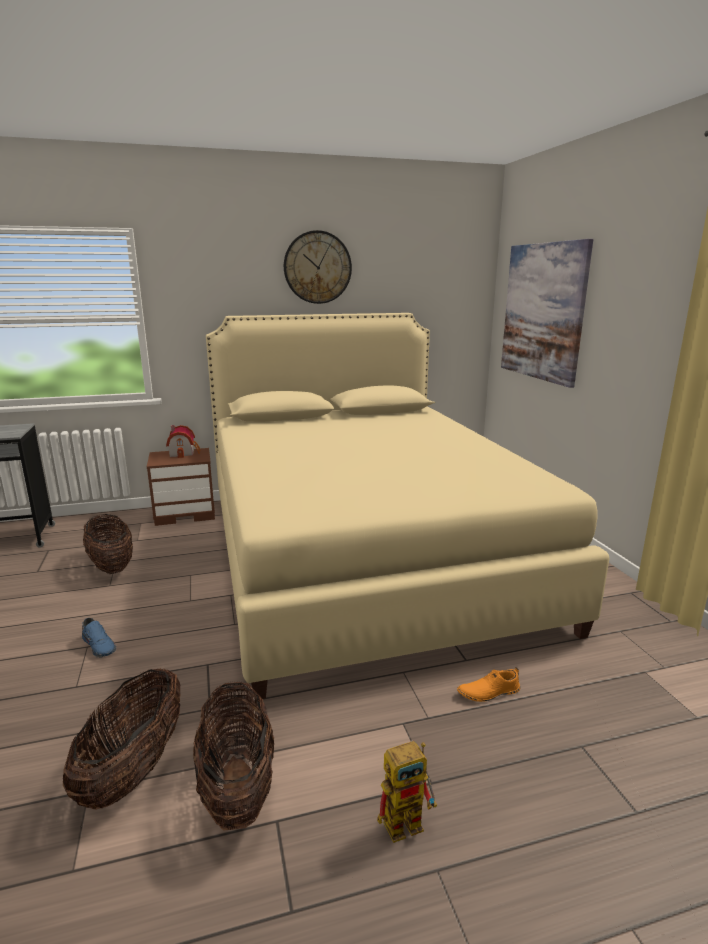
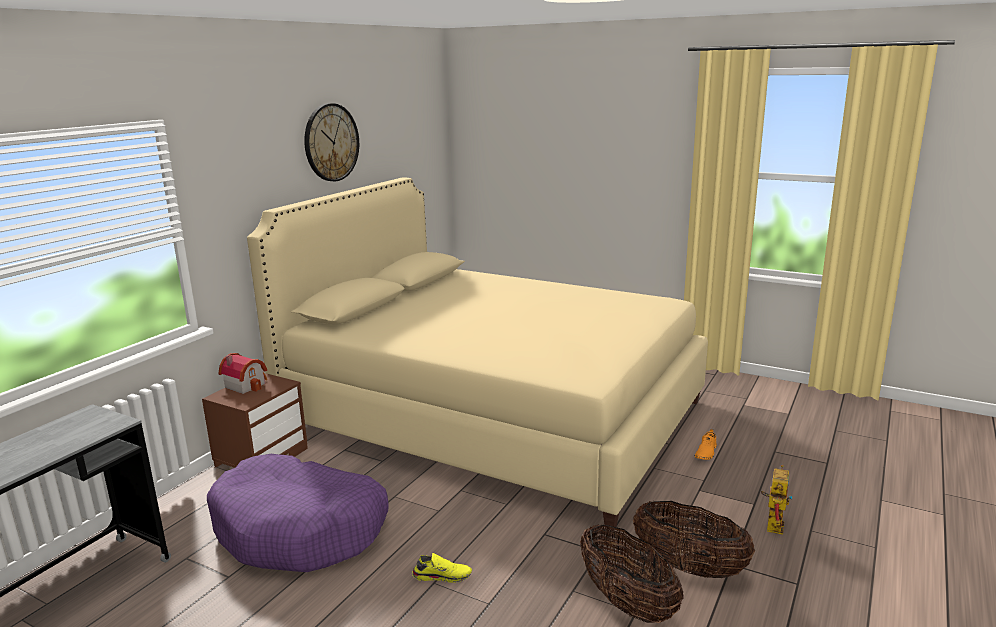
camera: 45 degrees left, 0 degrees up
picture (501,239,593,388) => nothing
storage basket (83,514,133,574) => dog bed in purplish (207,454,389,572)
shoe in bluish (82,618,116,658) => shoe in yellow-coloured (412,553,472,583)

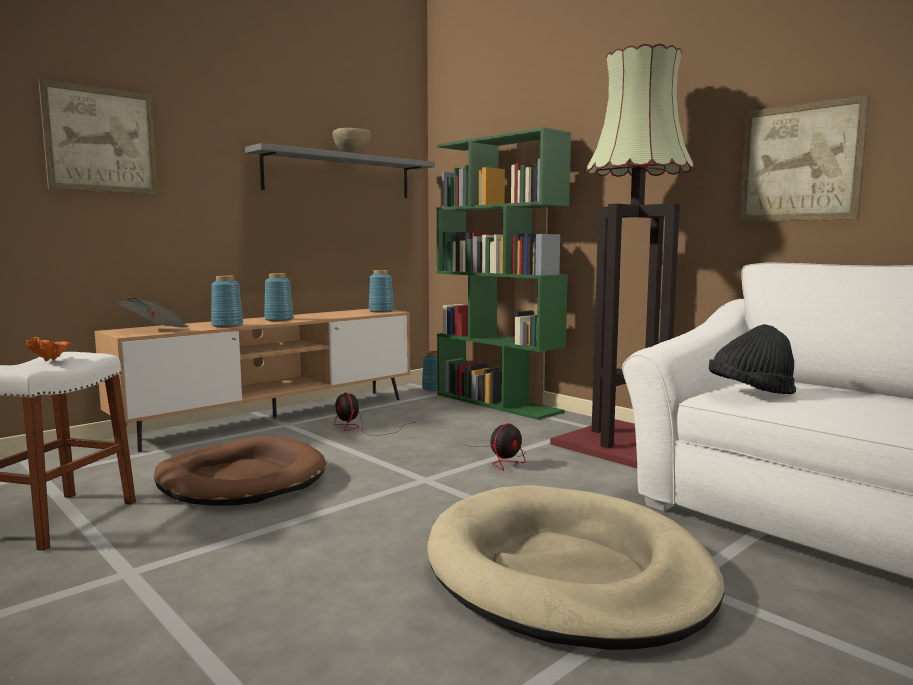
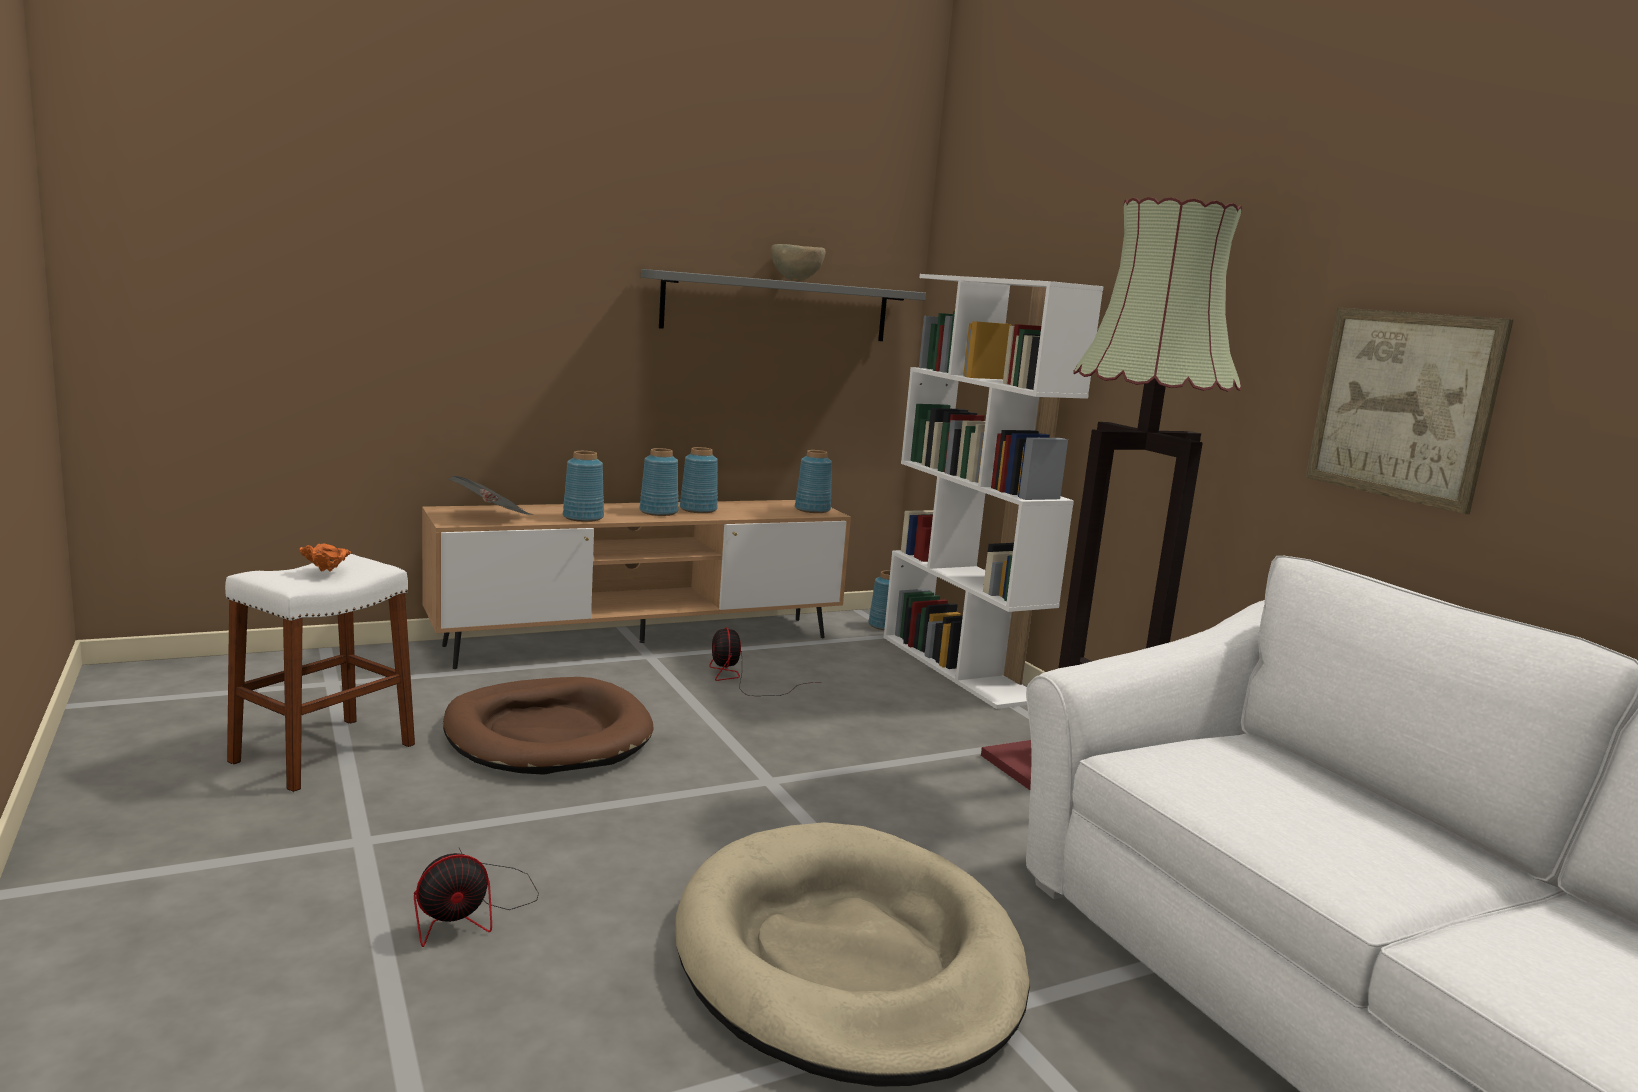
camera: 15 degrees right, 5 degrees up
picture (38,79,158,195) => nothing
clothing hat in black-coloured (709,324,796,394) => nothing
nothing => decorative vase in bluish (680,447,718,513)
fan (463,423,526,471) => fan (414,848,539,947), shifted
shelving unit in green (436,127,571,420) => shelving unit in white (884,274,1104,709)

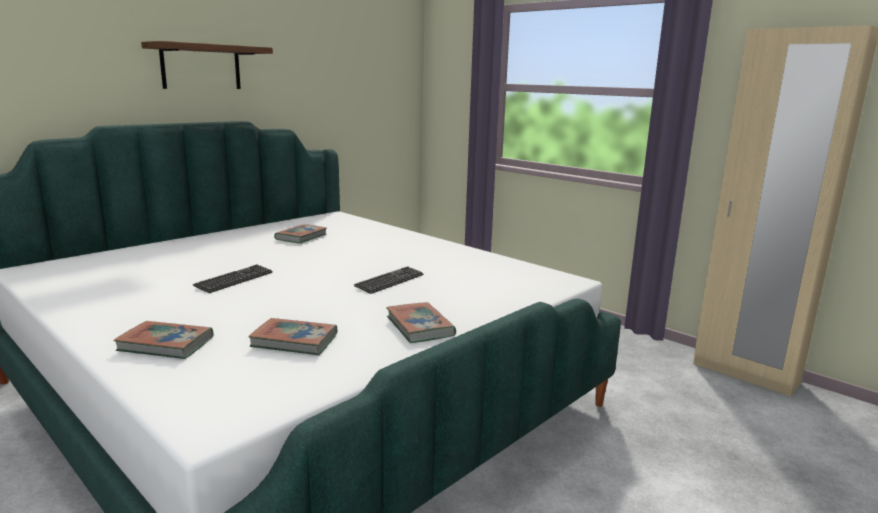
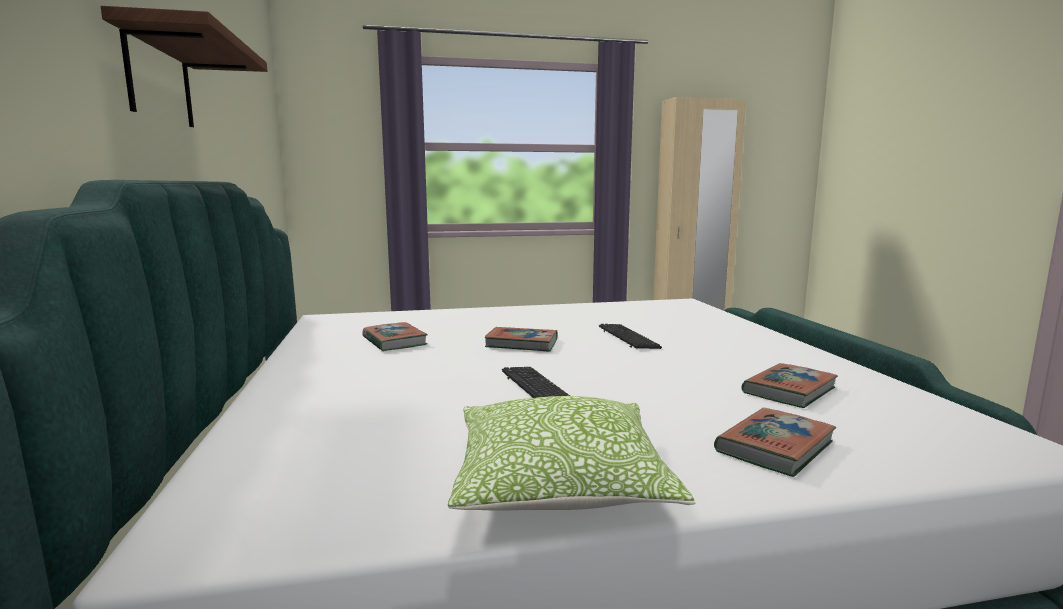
camera: 55 degrees left, 5 degrees down
nothing => throw pillow (448,396,695,511)
volume (386,302,456,343) => volume (485,327,557,352), shifted

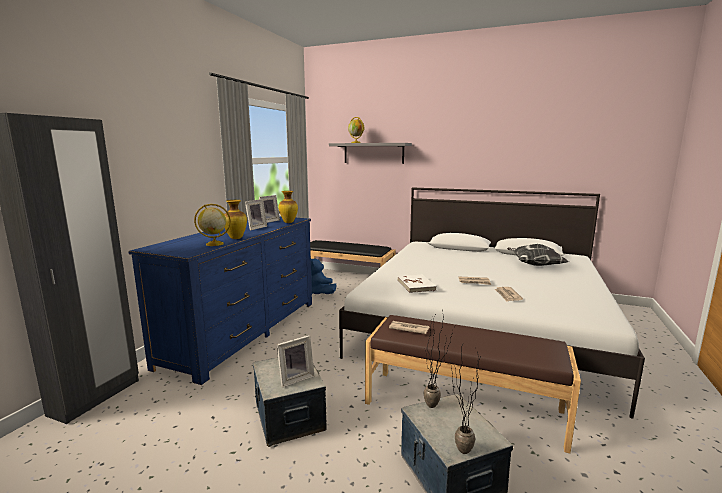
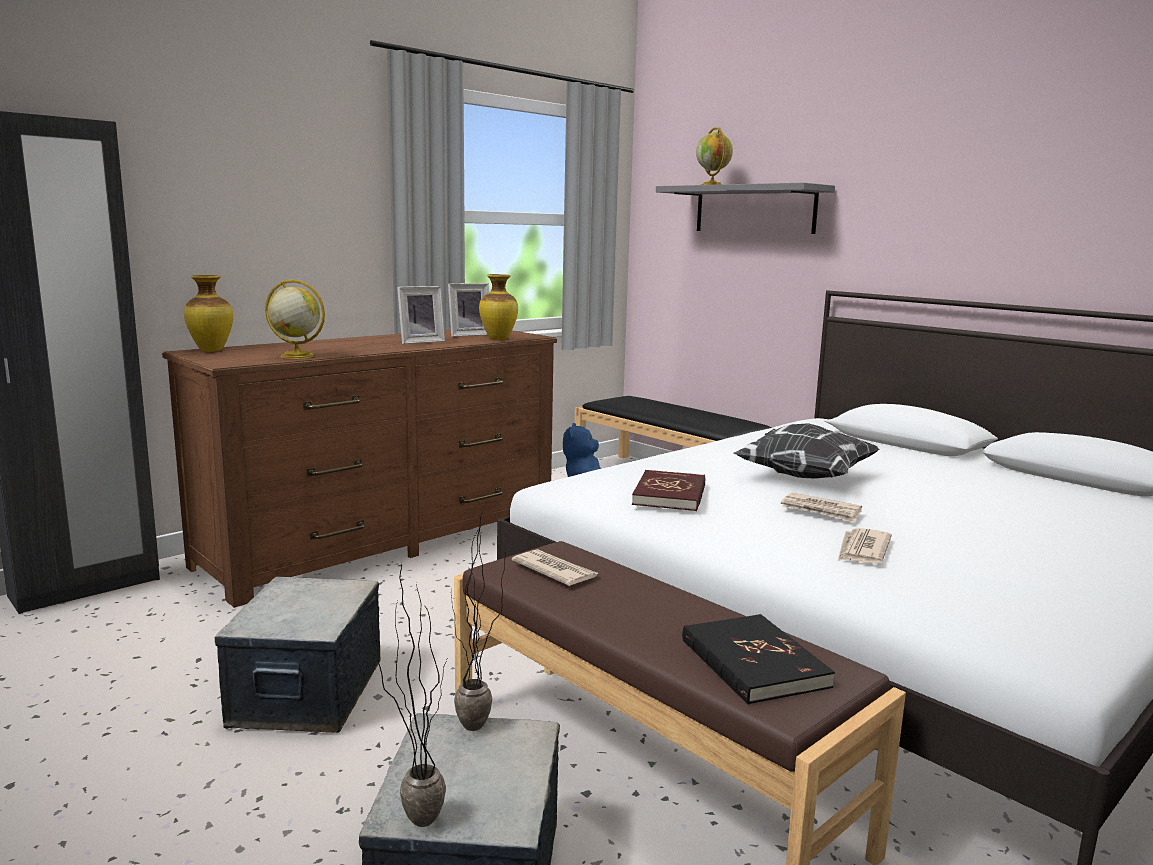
camera: 25 degrees right, 0 degrees up
picture frame (277,335,314,388) => nothing
nothing => volume in black-coloured (682,614,835,705)
decorative vase (224,200,247,239) => decorative vase (184,275,233,352), shifted
throw pillow (507,244,569,266) => throw pillow (733,423,880,479), shifted
dresser in bluish (128,216,312,385) => dresser in brown-coloured (162,330,557,608)
volume in white (397,275,437,293) => volume in red-coloured (632,470,705,511)

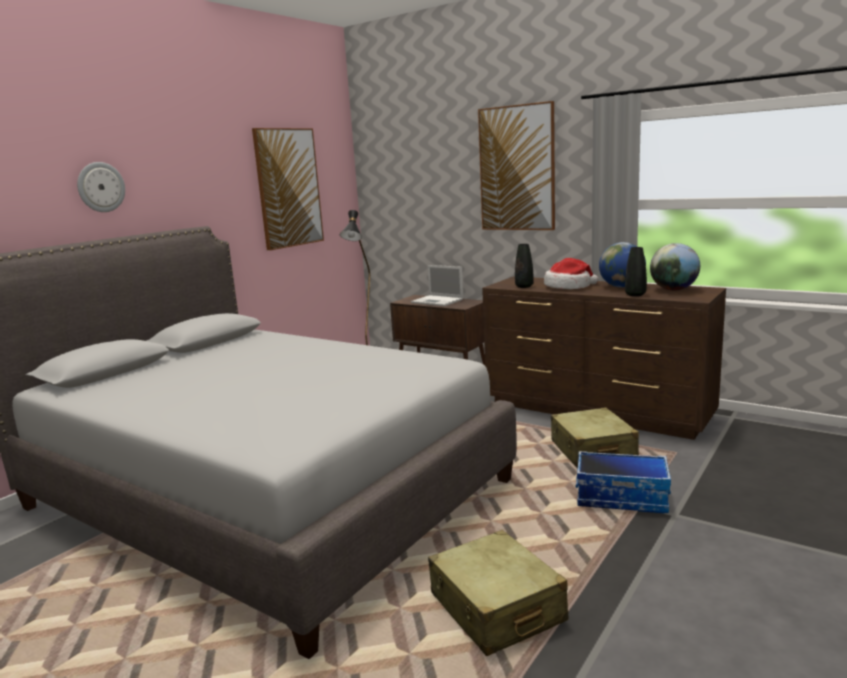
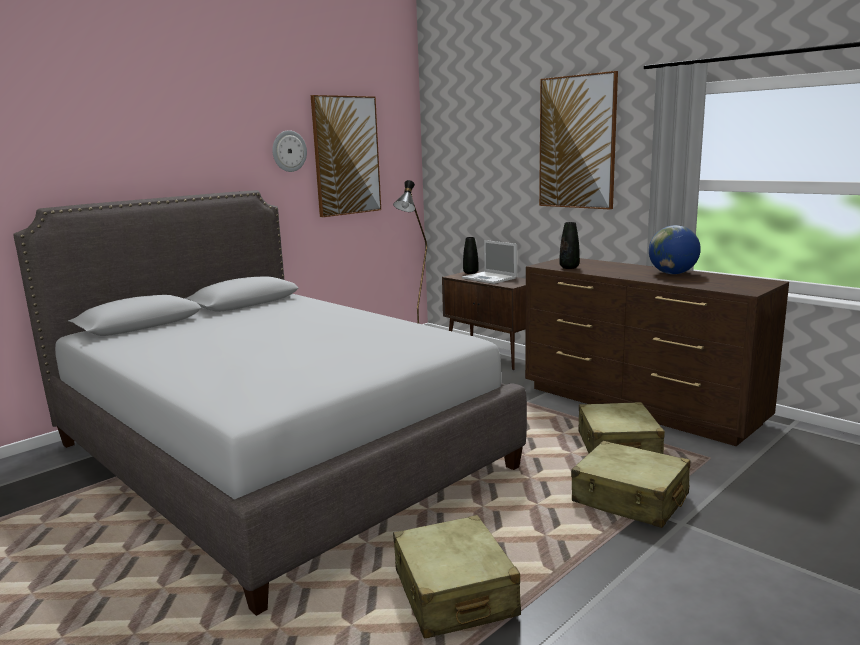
camera: 10 degrees right, 0 degrees up
clothing hat (544,258,598,289) => nothing
world globe (650,243,700,290) => nothing
clock on the wall (77,162,125,212) => clock on the wall (272,130,307,172), shifted
decorative vase in black-coloured (625,247,647,296) => decorative vase in black-coloured (463,237,479,274), shifted
storage bin (575,451,671,513) => travel case in beige-coloured (571,441,690,528)

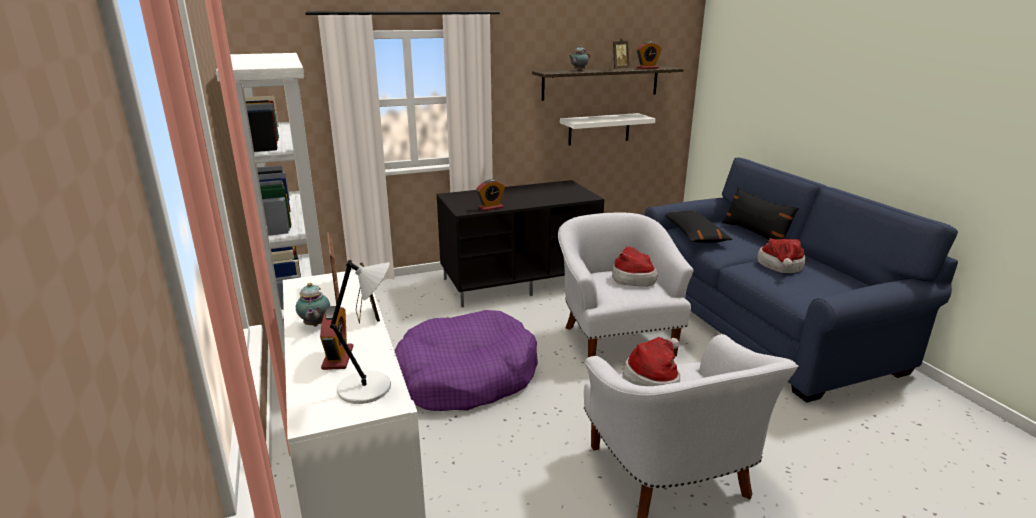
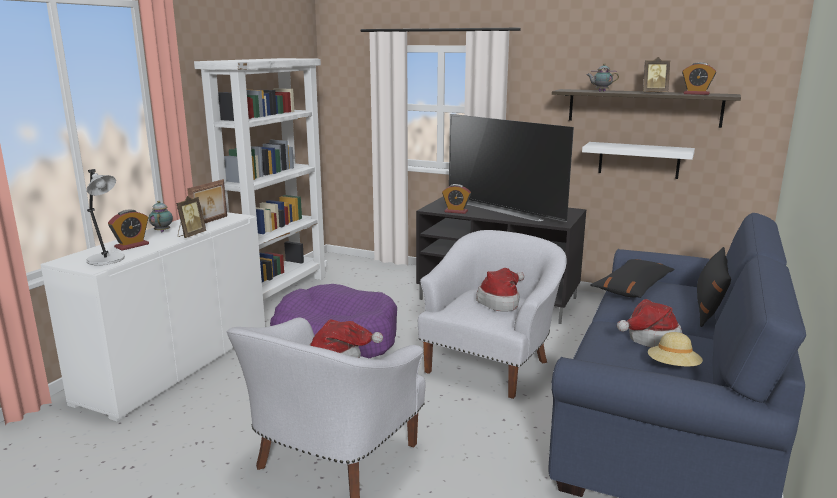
camera: 45 degrees right, 5 degrees down
nothing => TV set (449,114,574,222)
nothing => clothing hat in beige-coloured (648,332,703,366)
tea pot (296,283,330,327) => tea pot (149,201,173,232), 135 degrees clockwise

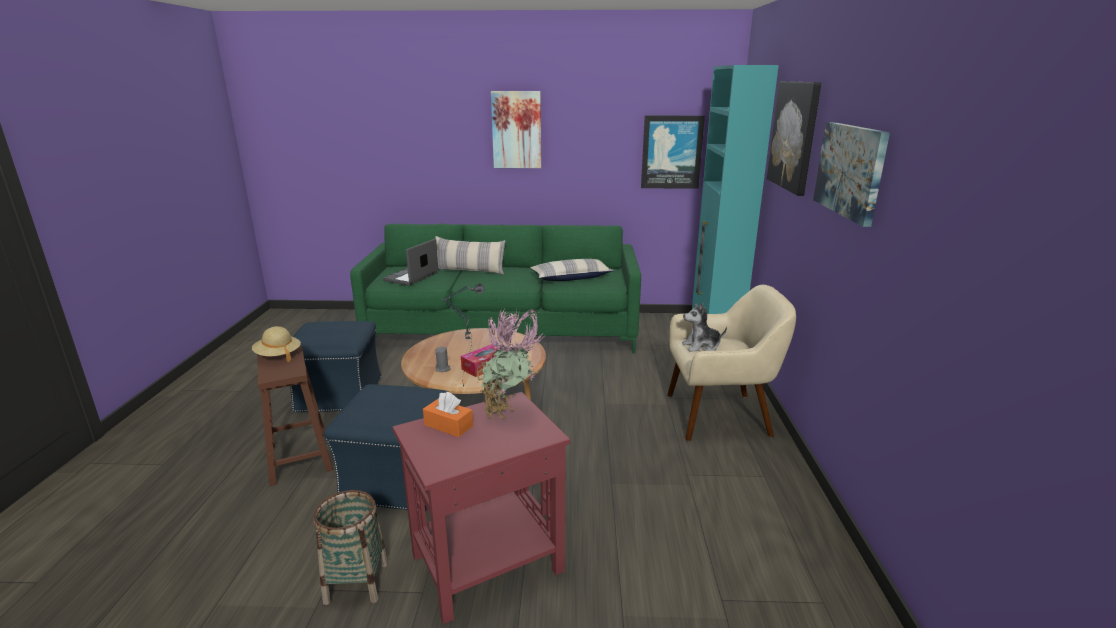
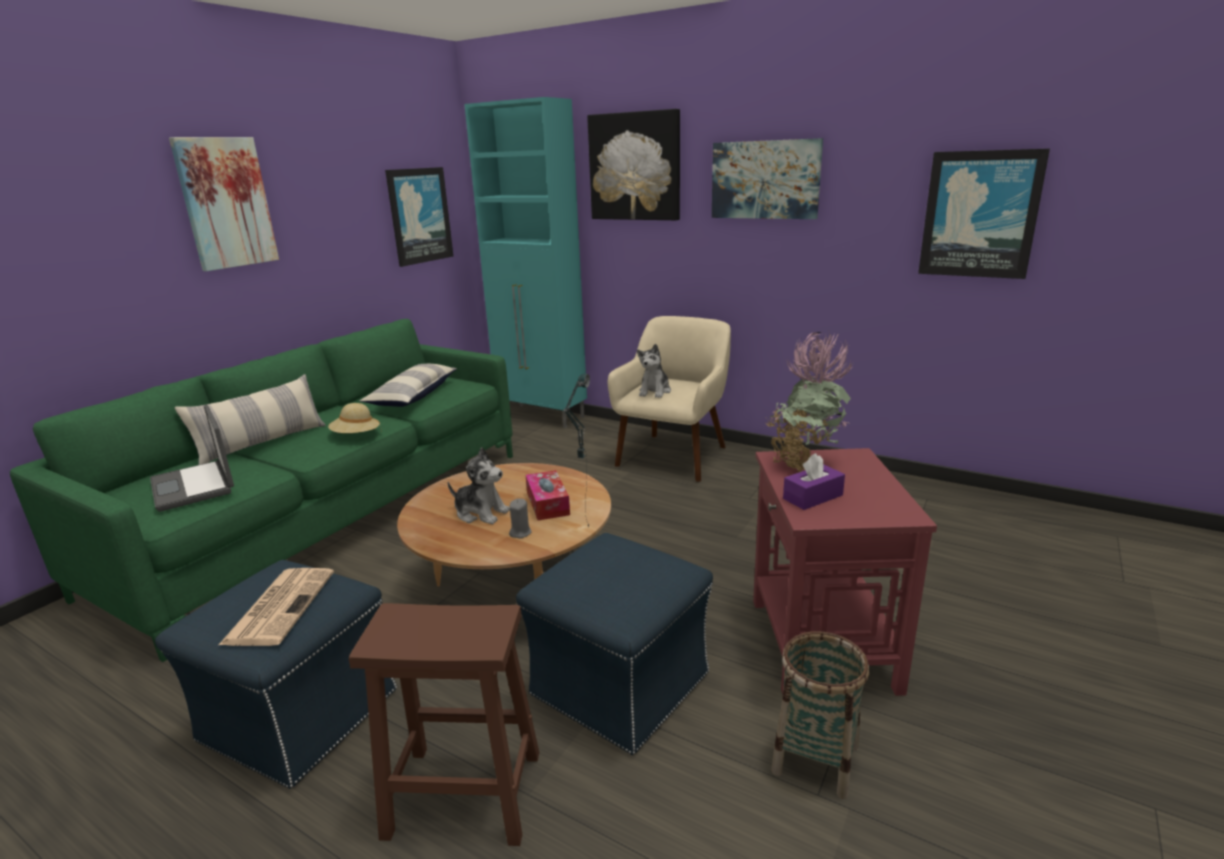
camera: 60 degrees left, 0 degrees up
nothing => newspaper (219,568,334,646)
nothing => plush toy (448,447,510,524)
nothing => picture (918,149,1050,279)
clothing hat in beige-coloured (252,326,301,362) => clothing hat in beige-coloured (328,403,382,433), shifted
tissue holder in orangey (423,392,473,437) => tissue holder in purplish (783,453,845,510)

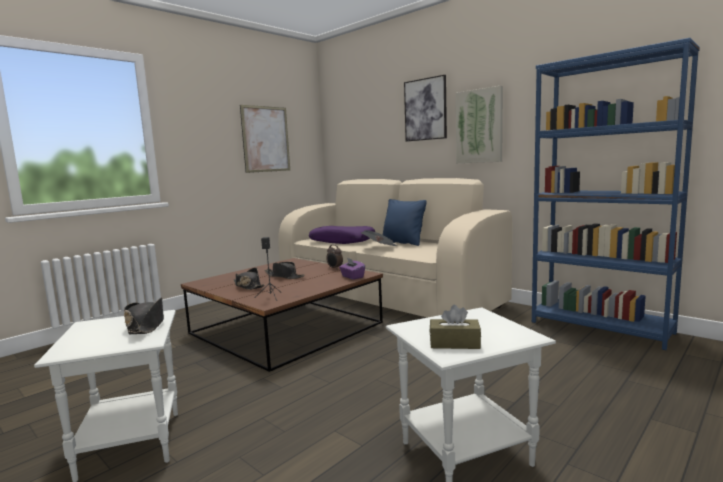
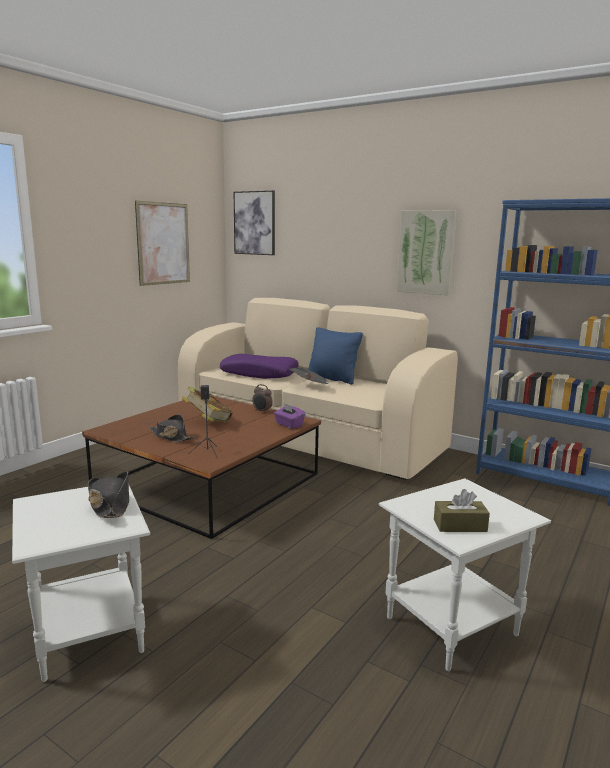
camera: 10 degrees left, 5 degrees up
picture (404,75,447,142) => picture (234,190,275,255), shifted
clothing hat in black-coloured (264,262,305,279) => volume (182,387,233,422)

